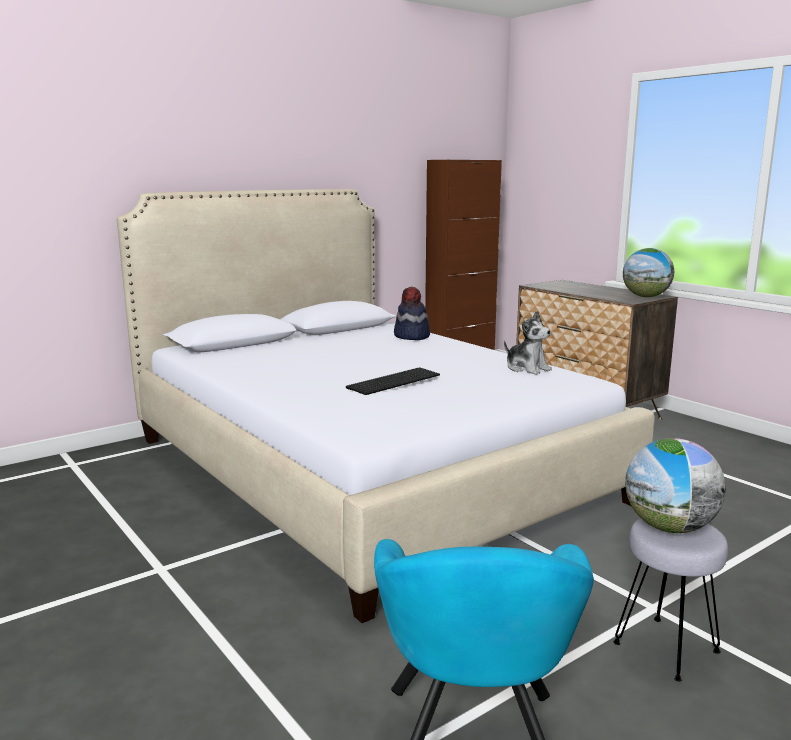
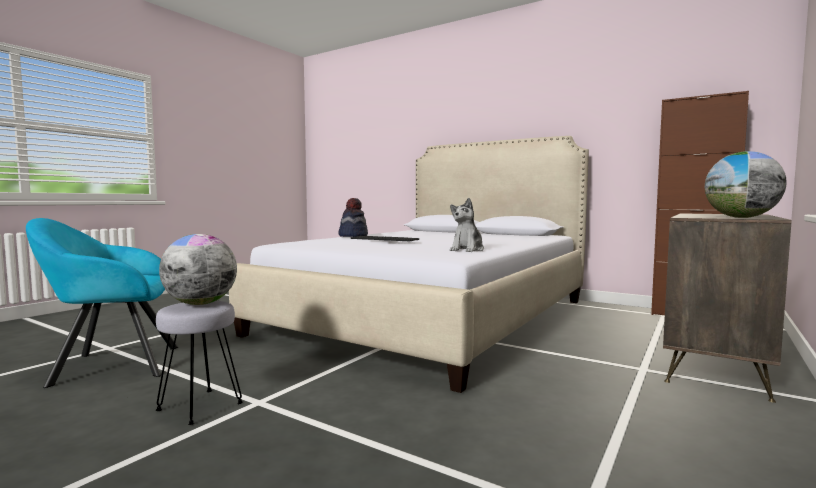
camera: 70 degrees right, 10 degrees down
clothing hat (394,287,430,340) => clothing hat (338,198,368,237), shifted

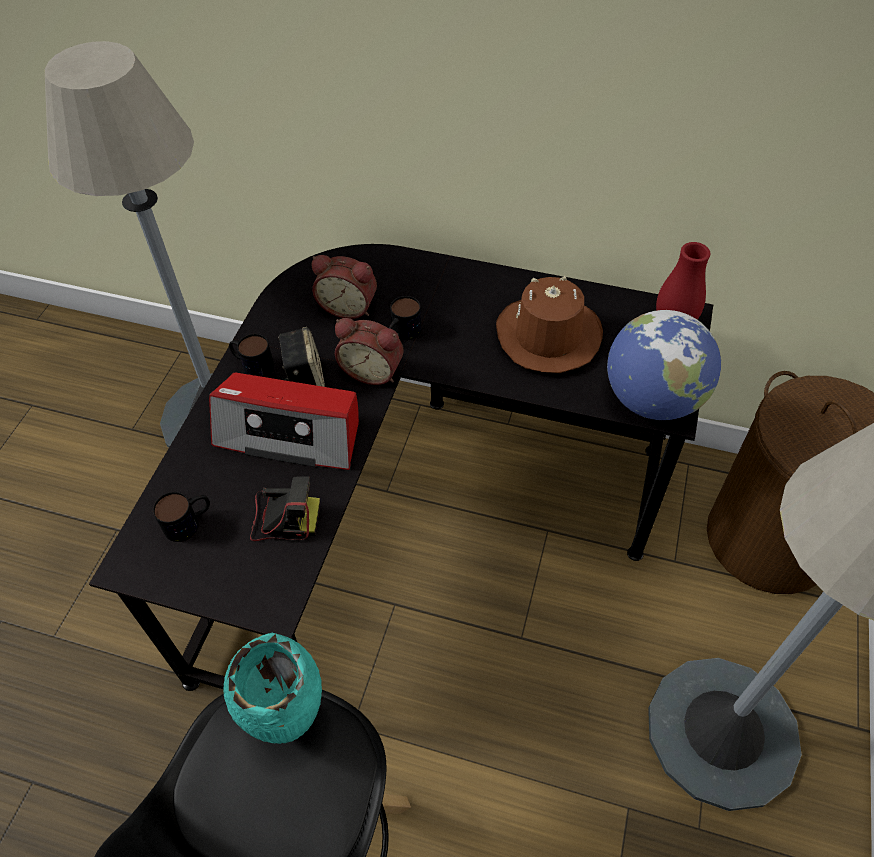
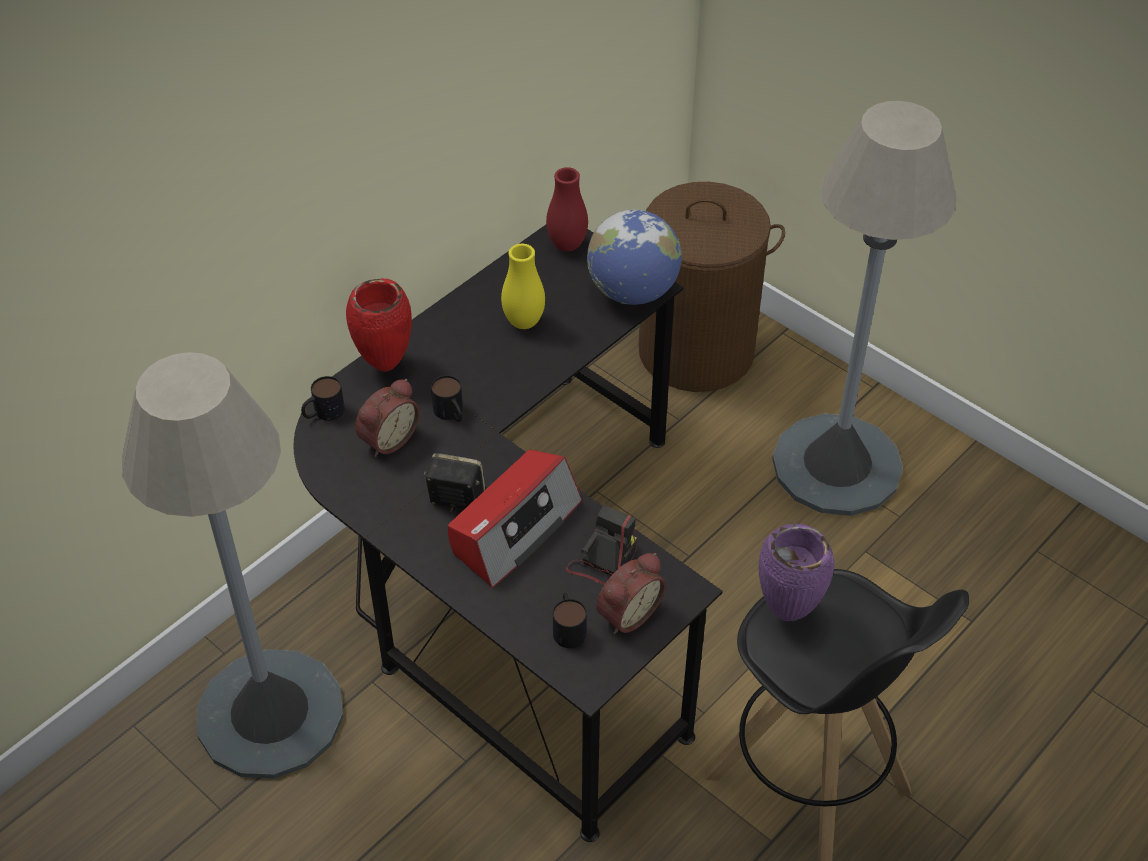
camera: 65 degrees left, 5 degrees down
nothing => decorative vase in red-coloured (346,278,412,372)
mug (229,334,274,377) => mug (301,376,345,421), shifted
alarm clock (335,318,404,385) => alarm clock (596,553,666,634), shifted
clothing hat in brown-coloured (496,276,603,373) => decorative vase in yellow-coloured (501,244,545,329)
decorative vase in turquoise (223,633,322,744) => decorative vase in purplish (758,524,835,621)

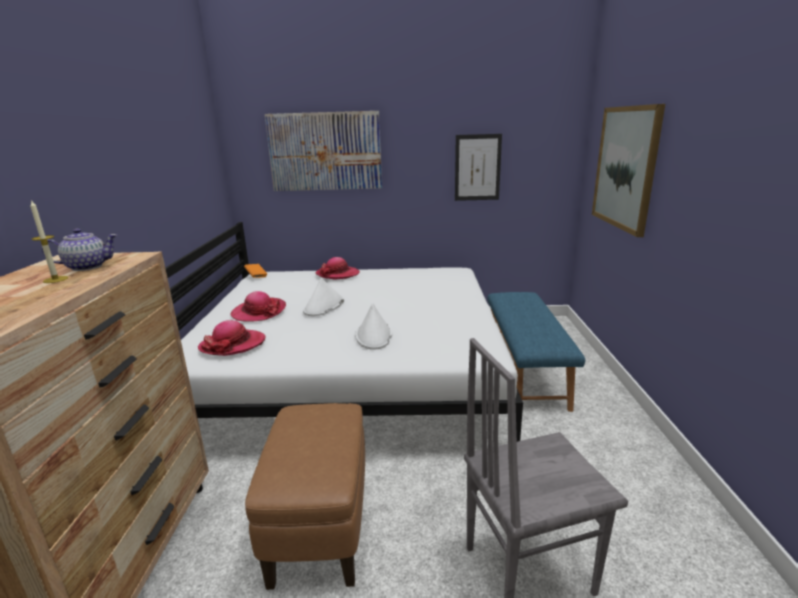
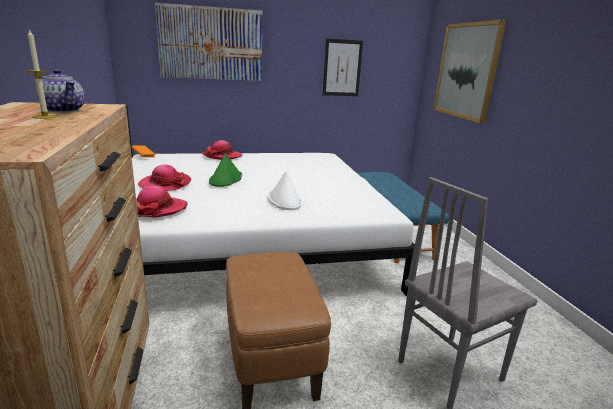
camera: 15 degrees left, 0 degrees up
clothing hat in white (303,278,344,316) => clothing hat in green (209,153,242,187)
tea pot (42,228,117,271) => tea pot (36,69,85,113), 75 degrees clockwise

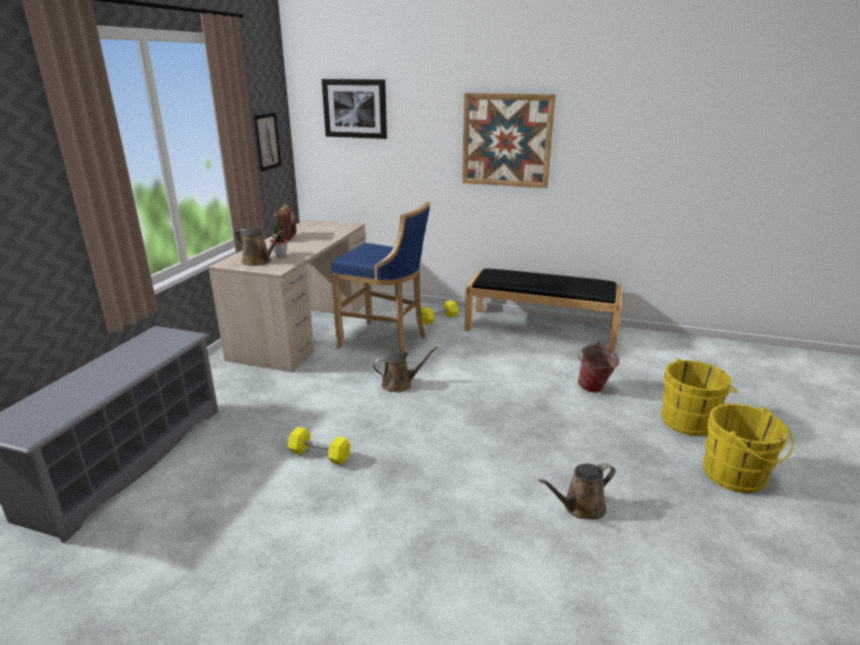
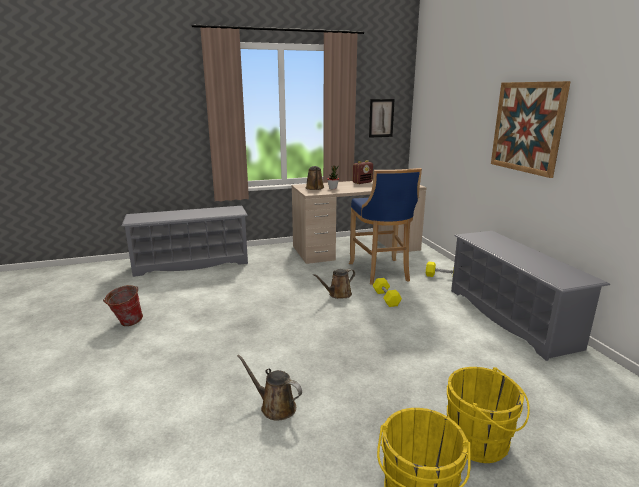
camera: 55 degrees right, 5 degrees down
picture (322,79,387,139) => nothing
dumbbell in yellow-coloured (287,427,350,465) => dumbbell in yellow-coloured (372,278,402,307), shifted
pail (578,342,619,392) => pail (103,285,143,326), shifted
long seat in black-coloured (464,268,622,351) => shoe shelf in gray (451,231,610,361)
watering pot in brown-coloured (373,346,438,392) => watering pot in brown-coloured (313,269,355,299), 105 degrees clockwise

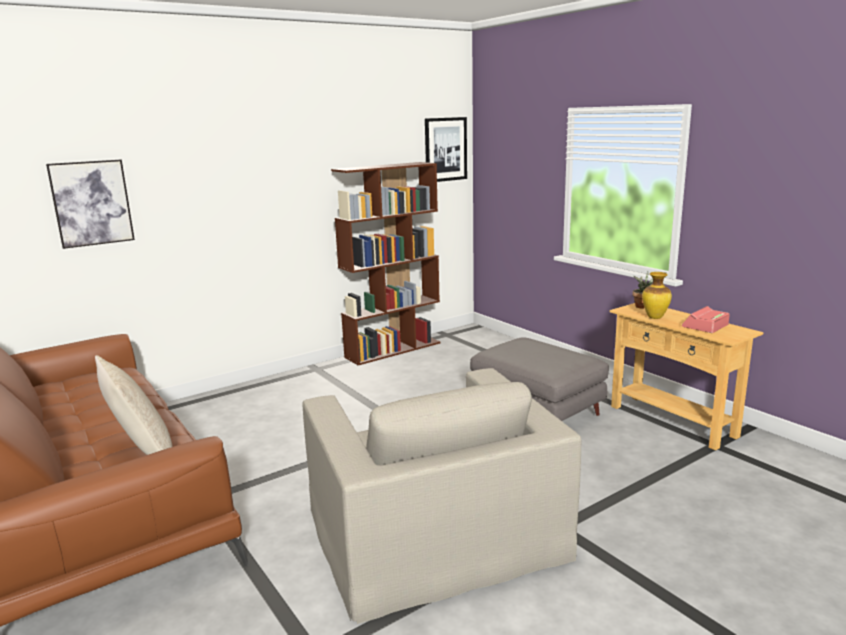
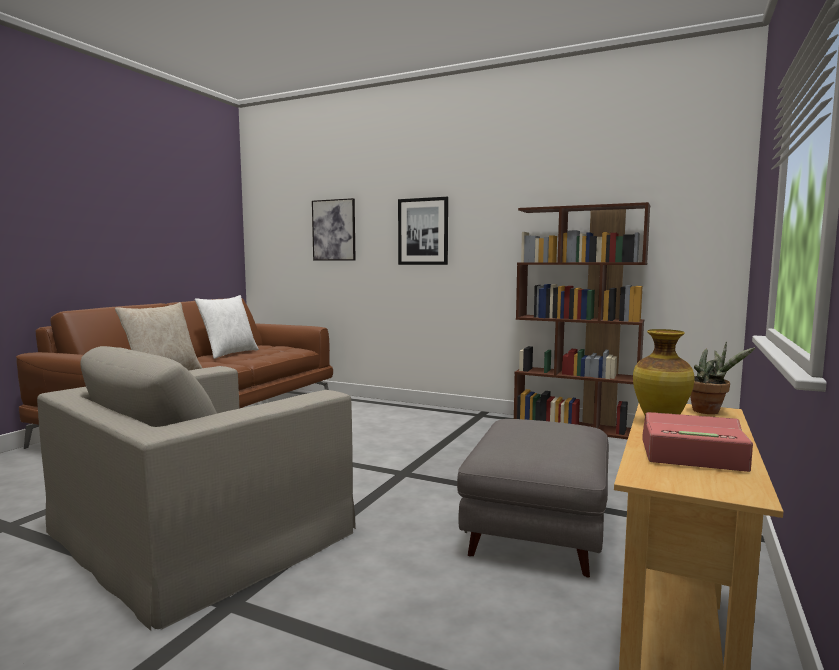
camera: 60 degrees right, 10 degrees down
nothing => throw pillow in white (195,295,259,359)
picture (425,117,467,182) => picture (398,197,448,265), shifted

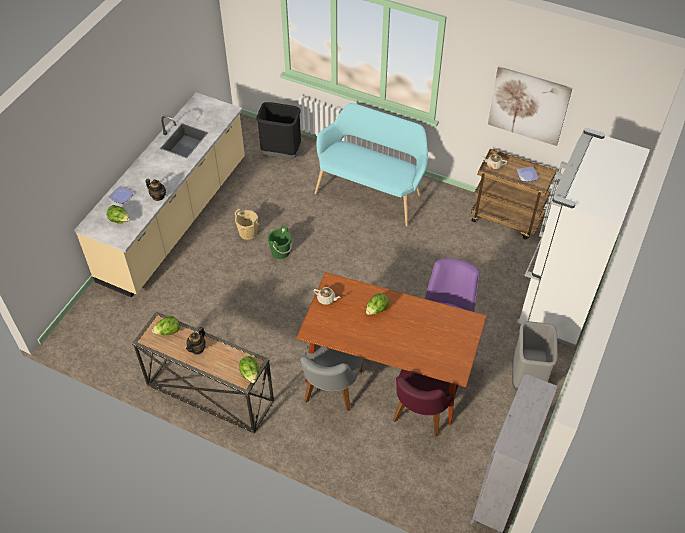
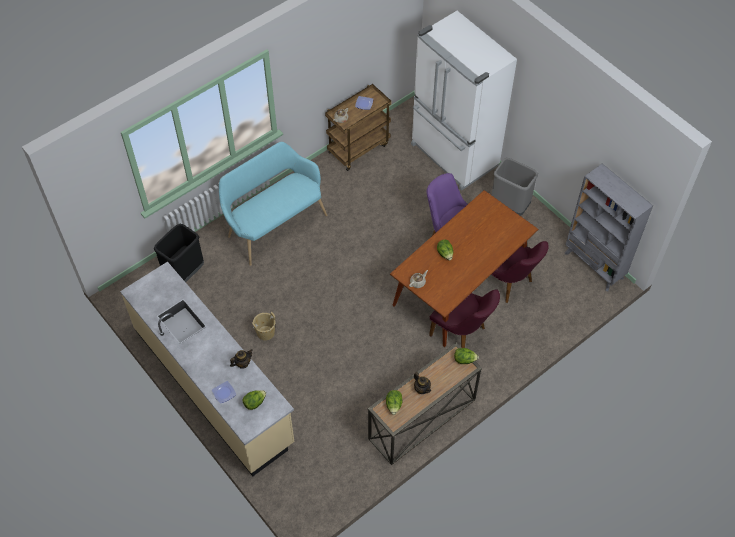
camera: 65 degrees left, 5 degrees up
pail in green (268,225,292,259) => nothing
picture (488,66,572,146) => nothing
plain chair in gray (300,343,363,411) => plain chair in purplish (429,289,500,348)

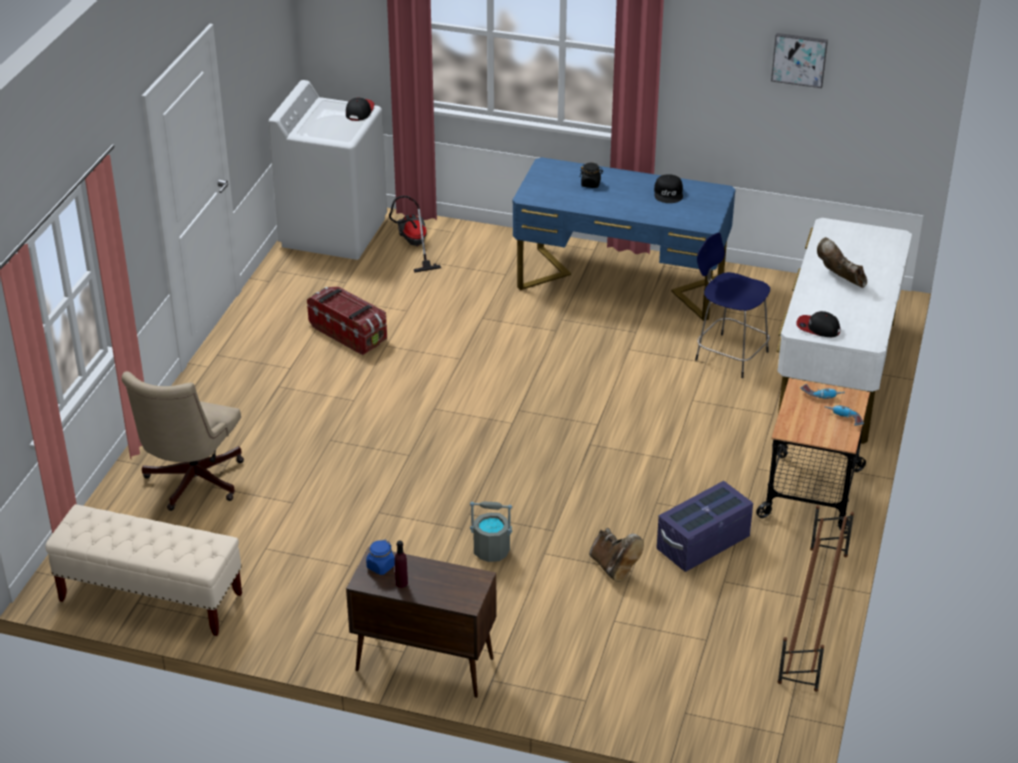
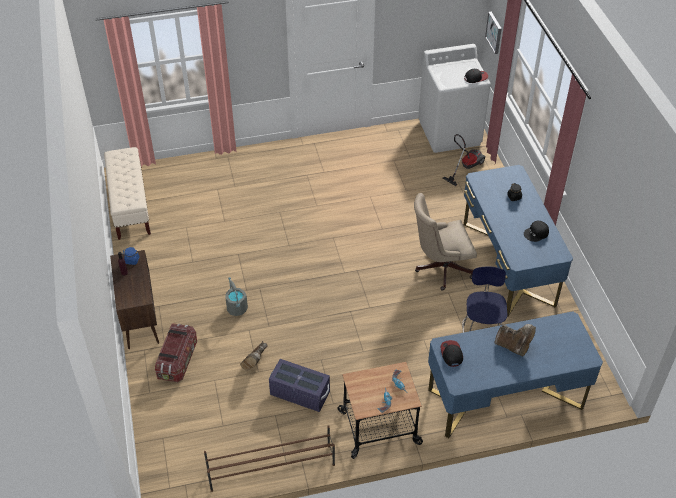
camera: 60 degrees right, 10 degrees up
office chair in beige-coloured (122,371,244,511) => office chair in beige-coloured (414,193,477,291), shifted
storage bin (307,287,387,355) => storage bin (155,324,197,382), shifted
picture (771,33,828,88) => picture (485,12,502,54), shifted
desk table in white (776,218,912,444) => desk table in bluish (428,311,603,438)
high-top boot in brown-coloured (817,237,867,288) => high-top boot in brown-coloured (494,324,536,356), 105 degrees clockwise

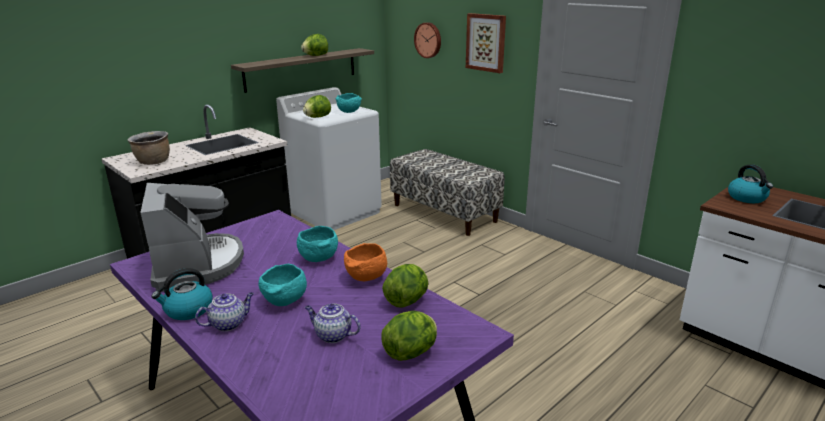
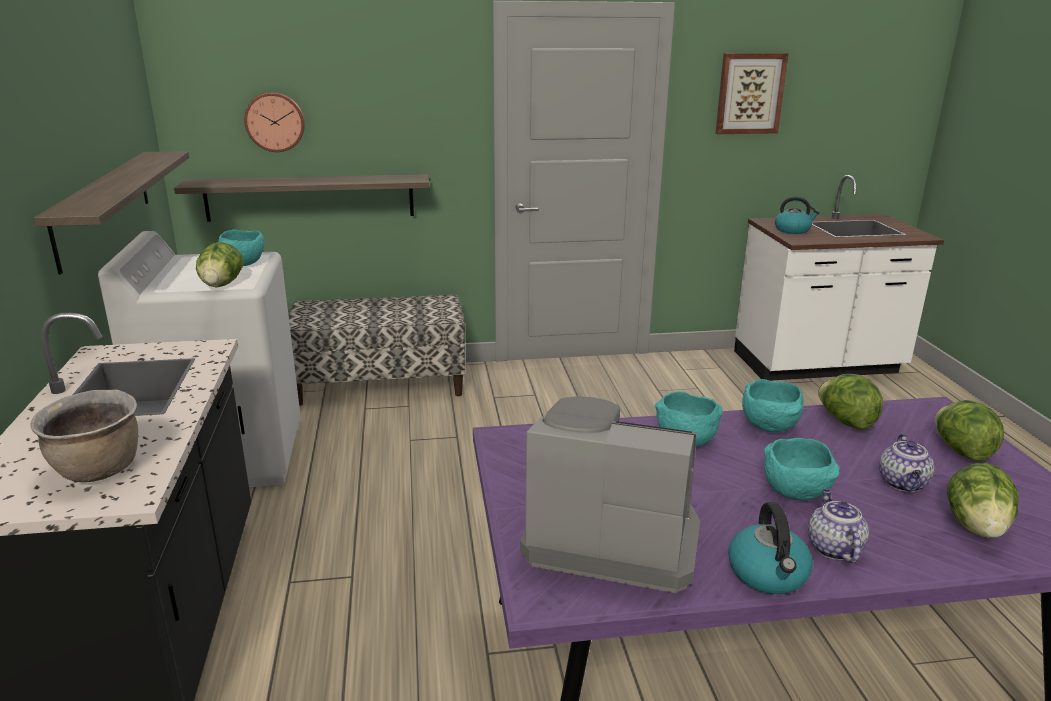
camera: 55 degrees left, 0 degrees up
nothing => bracket shelf (174,174,429,222)
head of lettuce (301,34,328,56) => head of lettuce (947,463,1019,538), shifted
picture (466,13,506,73) => picture (716,53,789,134), shifted
bowl in orangey (344,243,387,281) => bowl in turquoise (742,379,804,432)
tea pot (305,304,360,343) => tea pot (879,434,935,492), 45 degrees counterclockwise

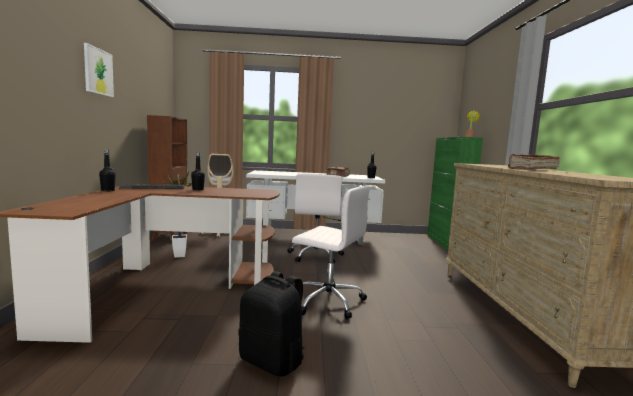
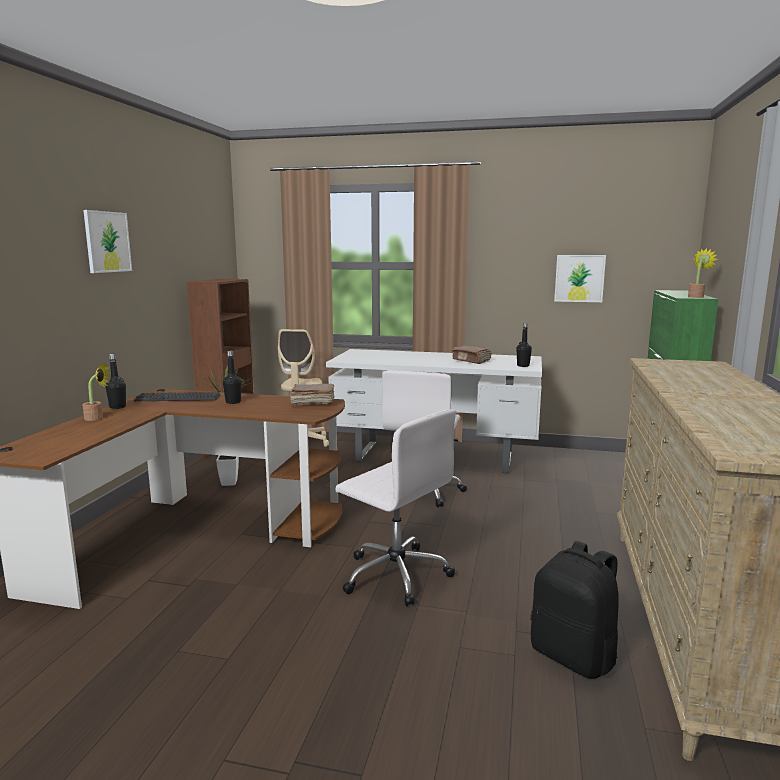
camera: 15 degrees right, 5 degrees up
nothing => houseplant (82,363,111,421)
nothing => picture (554,255,606,302)
backpack in black-coloured (238,271,305,377) => backpack in black-coloured (531,541,618,679), shifted
volume in brown-coloured (508,154,560,170) => volume in brown-coloured (290,384,334,406), shifted

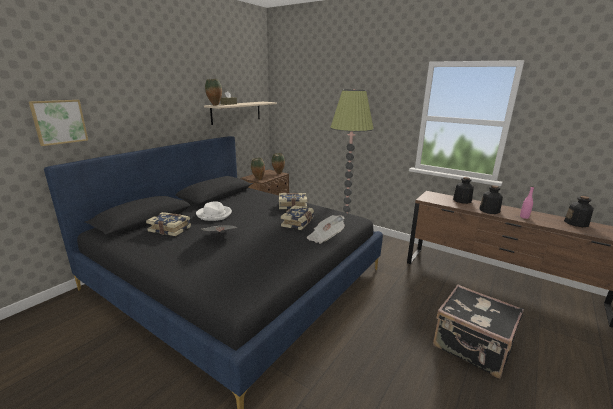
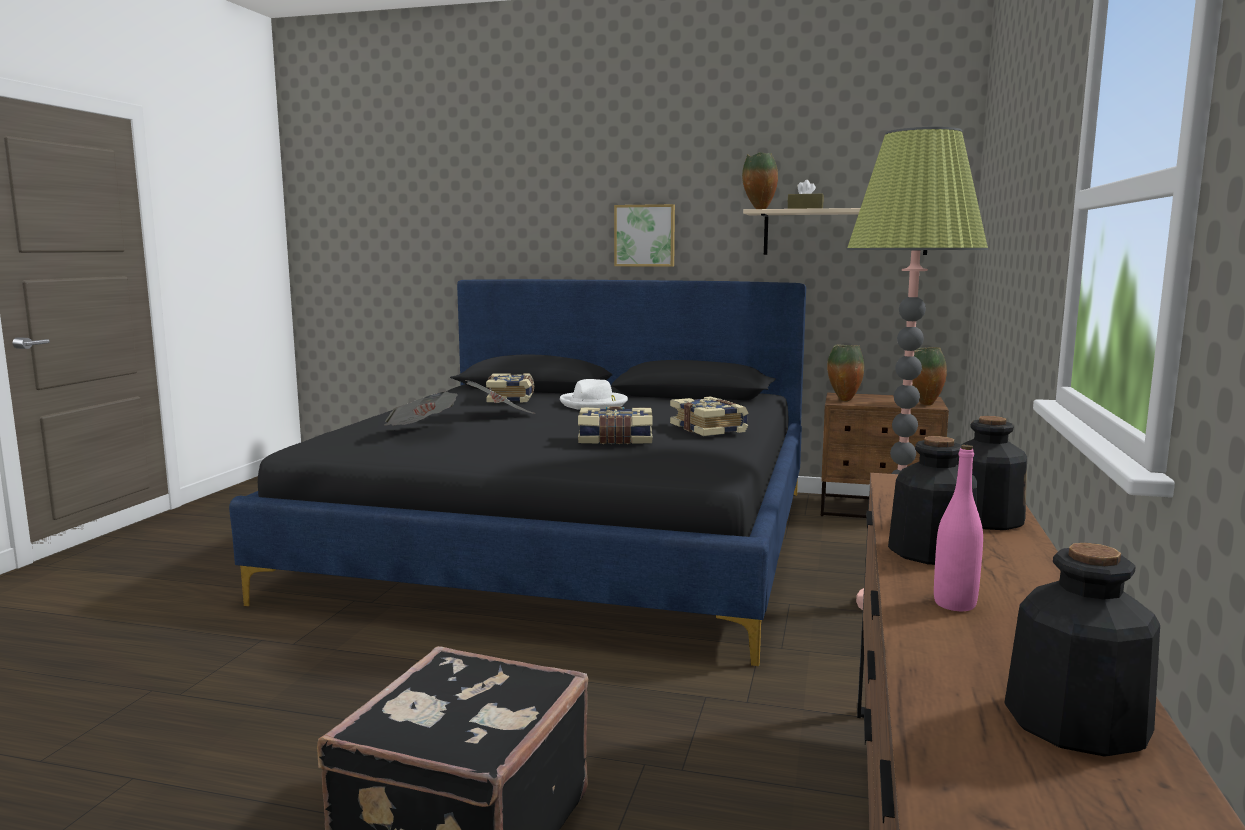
camera: 70 degrees right, 10 degrees down
picture (29,100,88,146) => picture (614,204,675,267), shifted
newspaper (307,215,345,244) => newspaper (384,391,458,425), shifted

